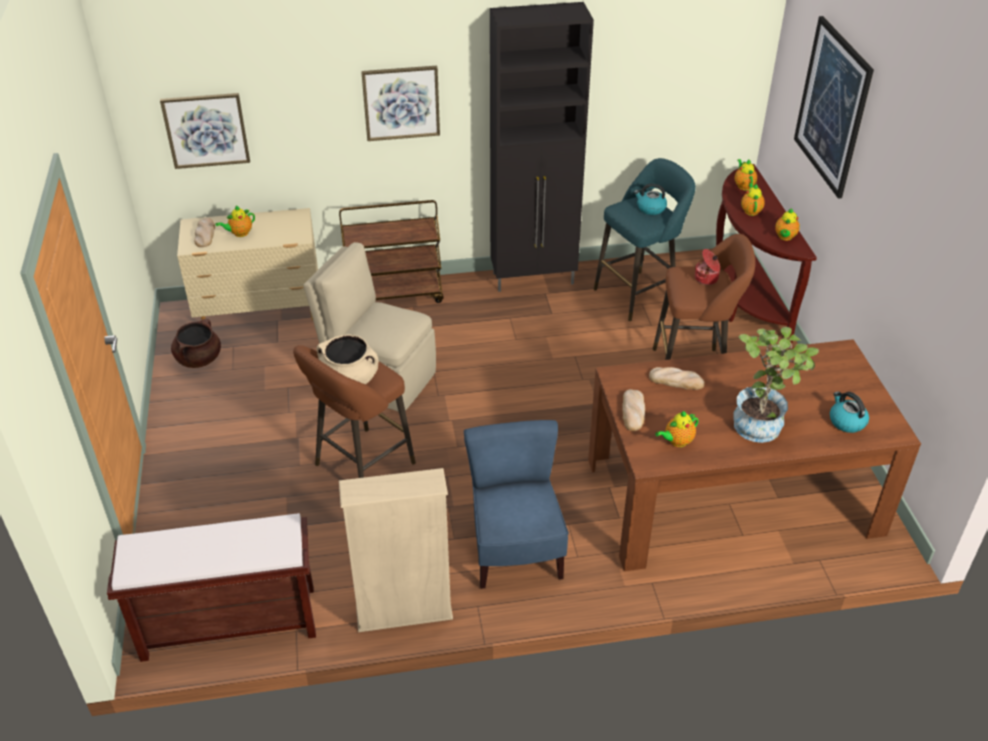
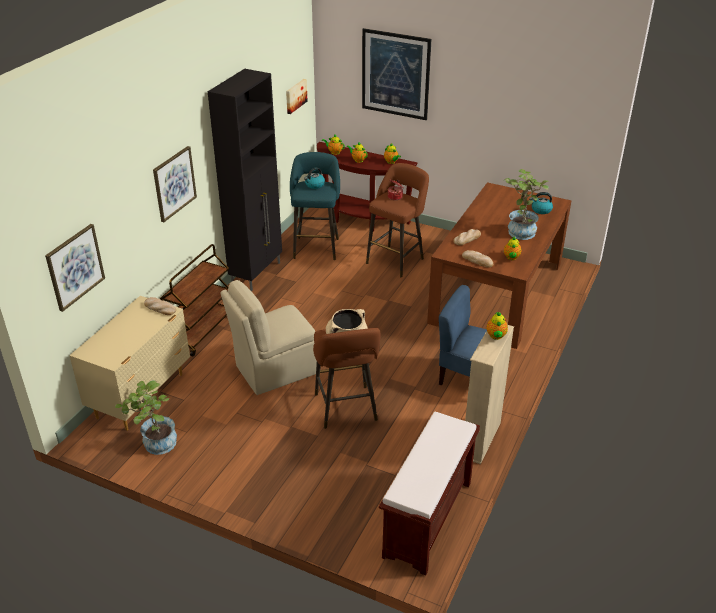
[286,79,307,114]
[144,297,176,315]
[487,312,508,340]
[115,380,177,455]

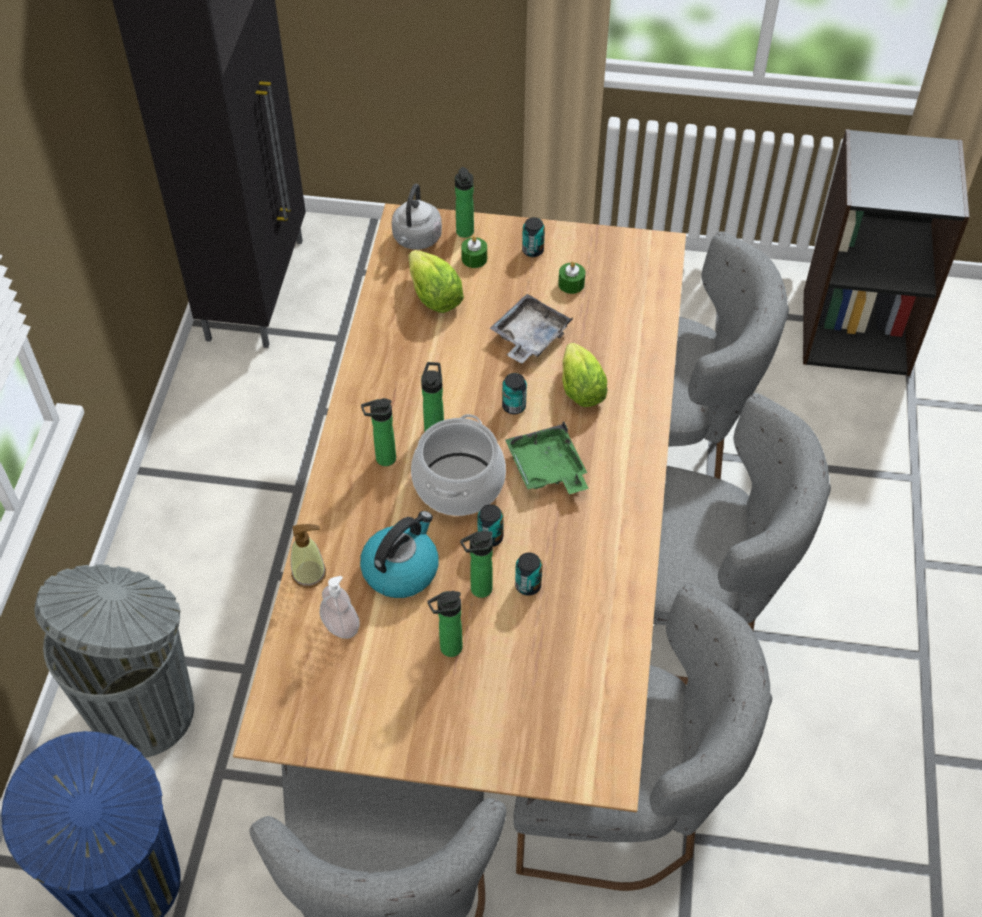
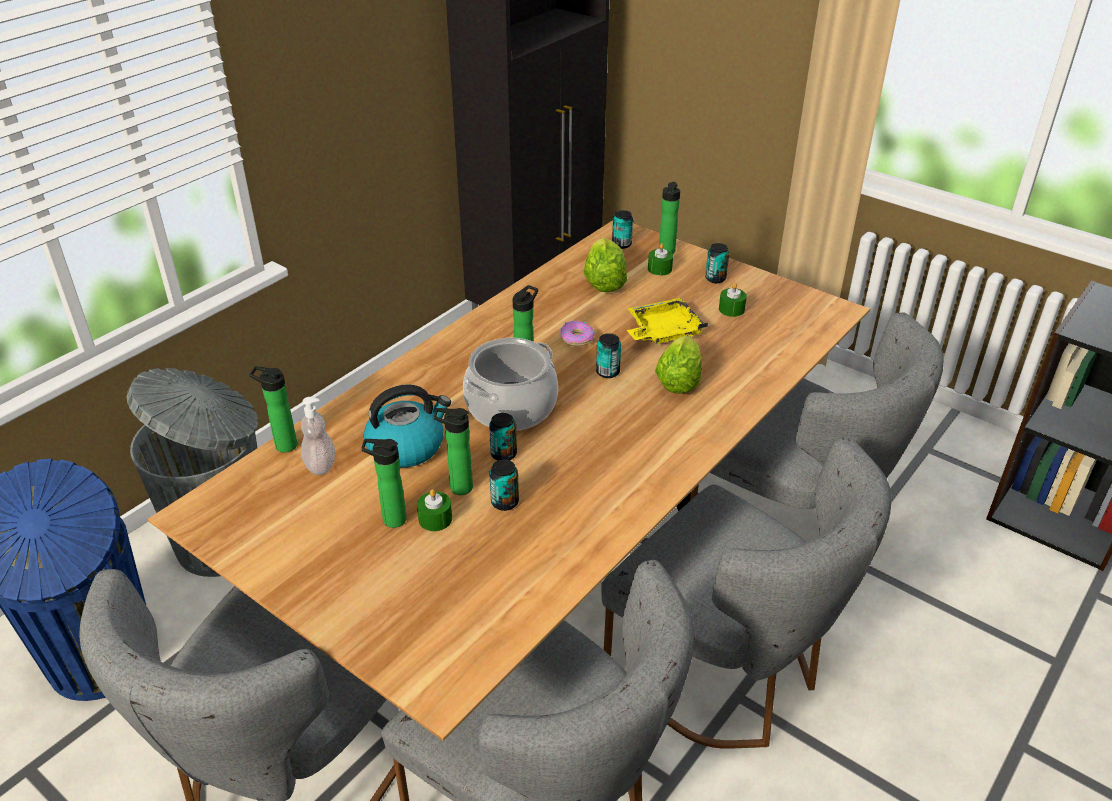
[291,524,326,588] (first image)
[505,421,589,494] (first image)
[417,489,452,531]
[560,321,595,346]
[249,366,297,453]
[612,210,633,249]
[627,298,708,344]

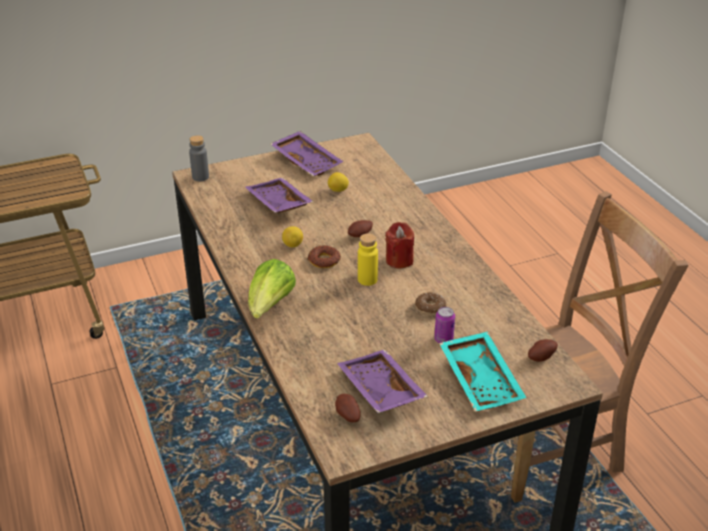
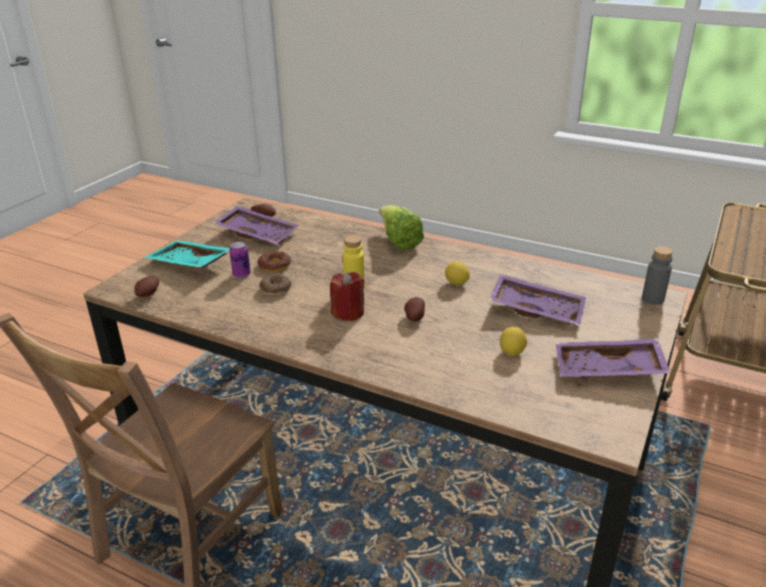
[257,251,291,272]

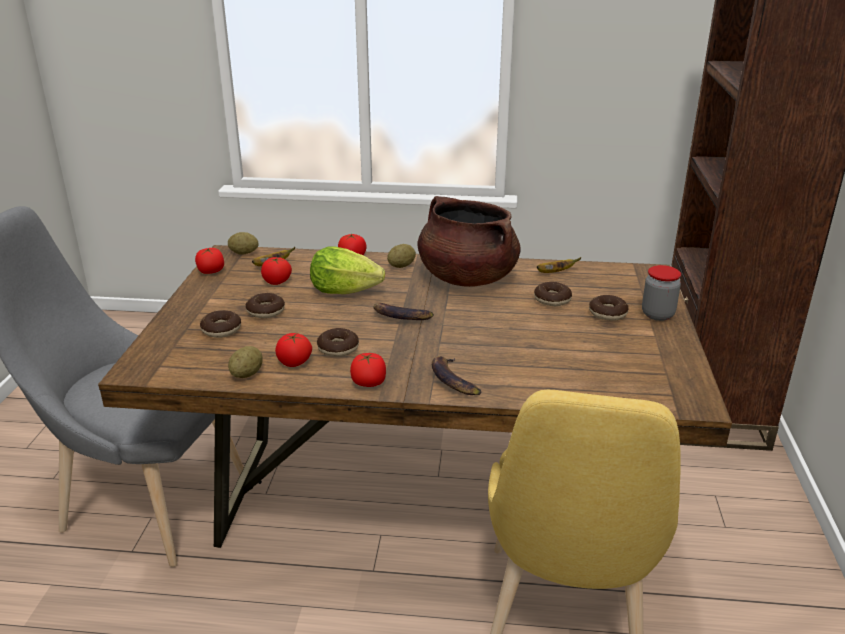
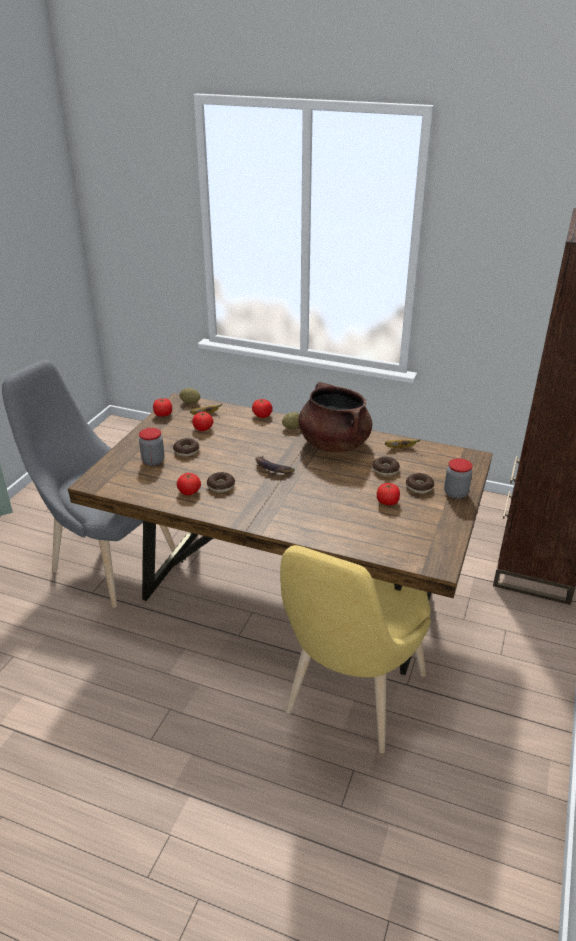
[228,346,263,378] (first image)
[310,246,385,294] (first image)
[432,356,482,395] (first image)
[377,483,400,505]
[139,428,164,466]

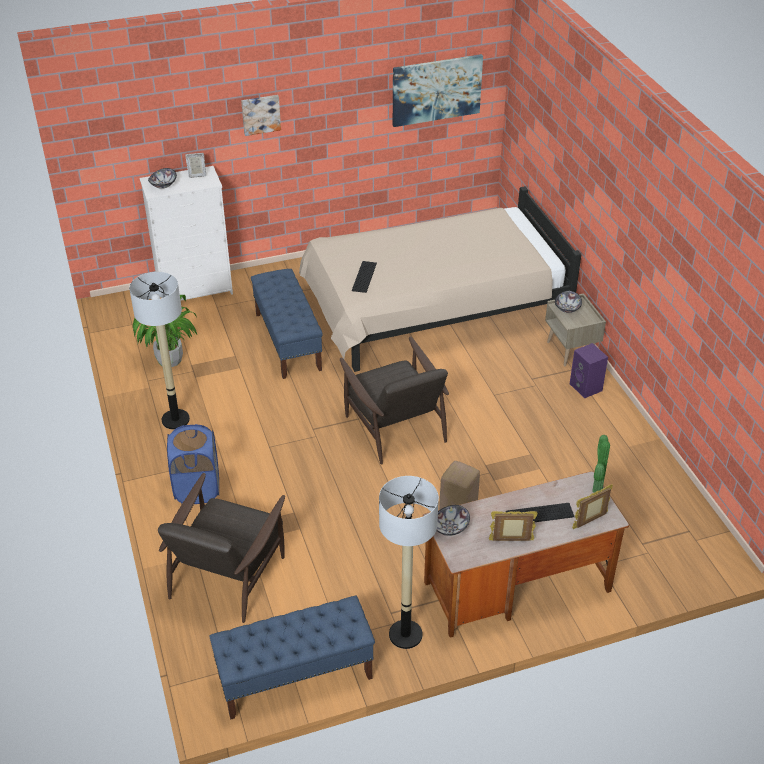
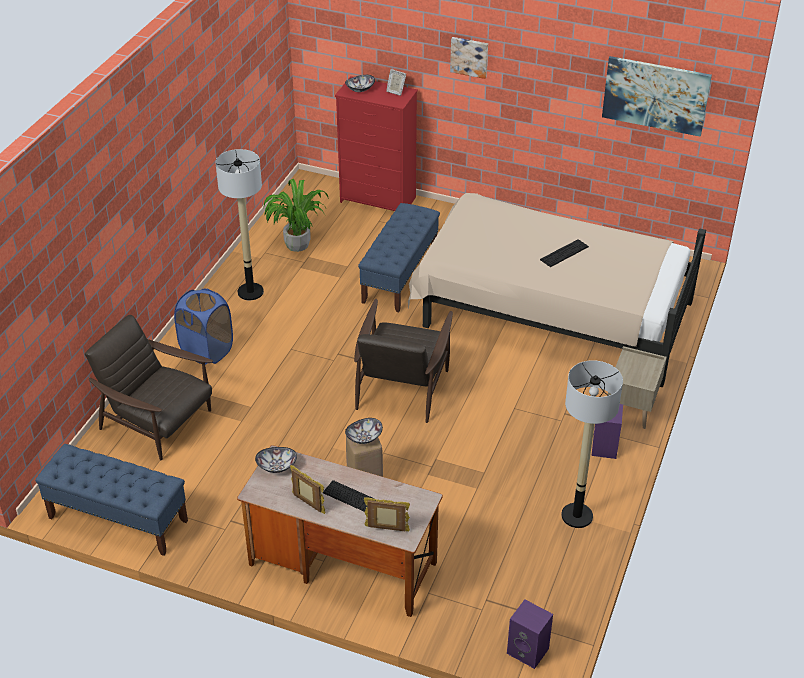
[592,435,610,493] (first image)
[507,599,553,669]
[540,239,589,267]
[561,360,623,528]
[345,418,383,444]
[335,76,418,211]
[85,315,213,460]

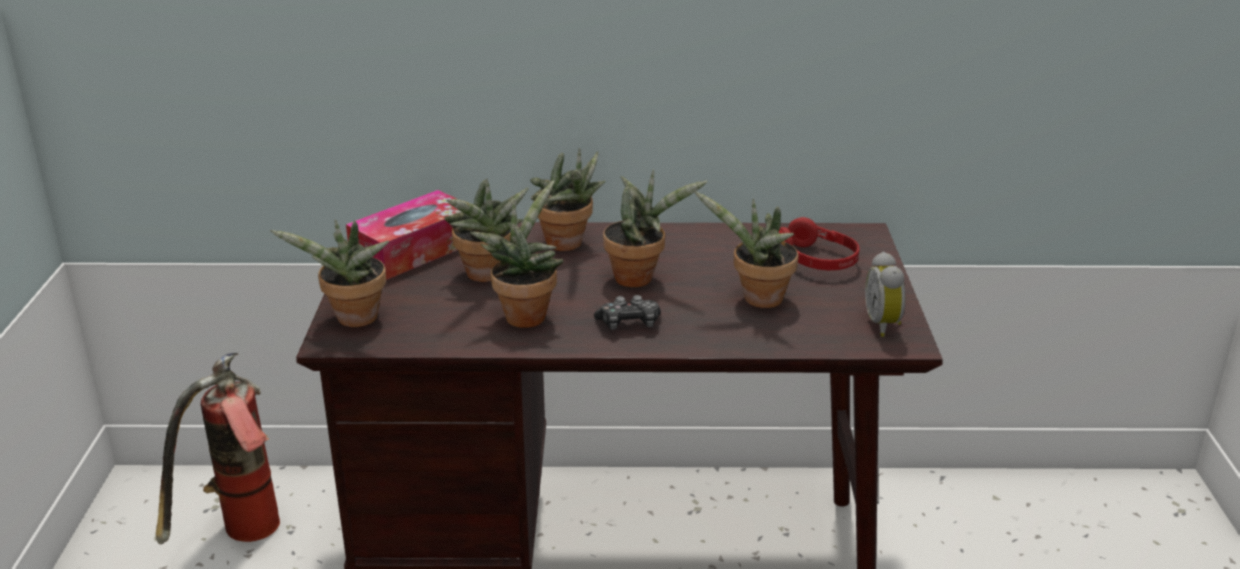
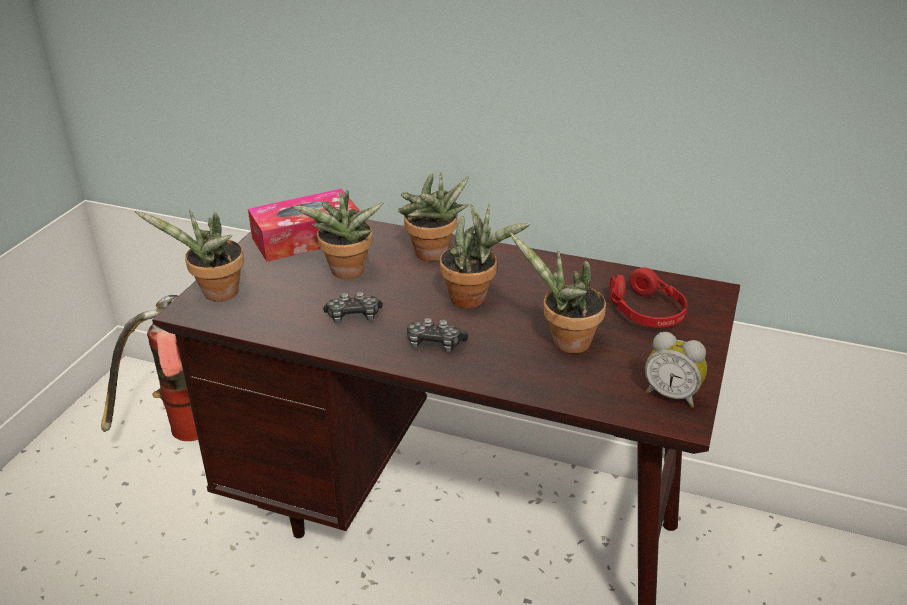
[323,291,383,323]
[645,332,707,408]

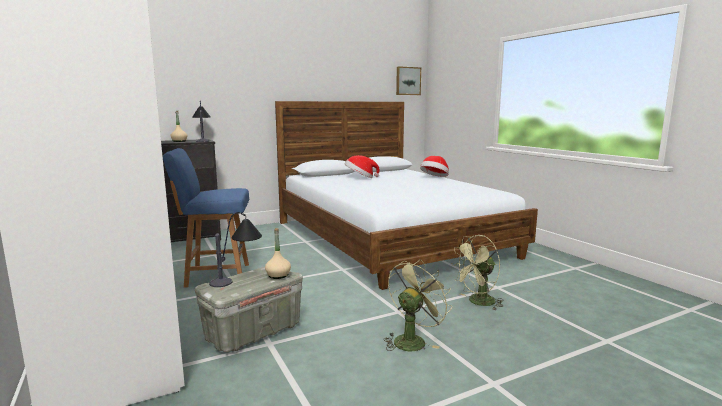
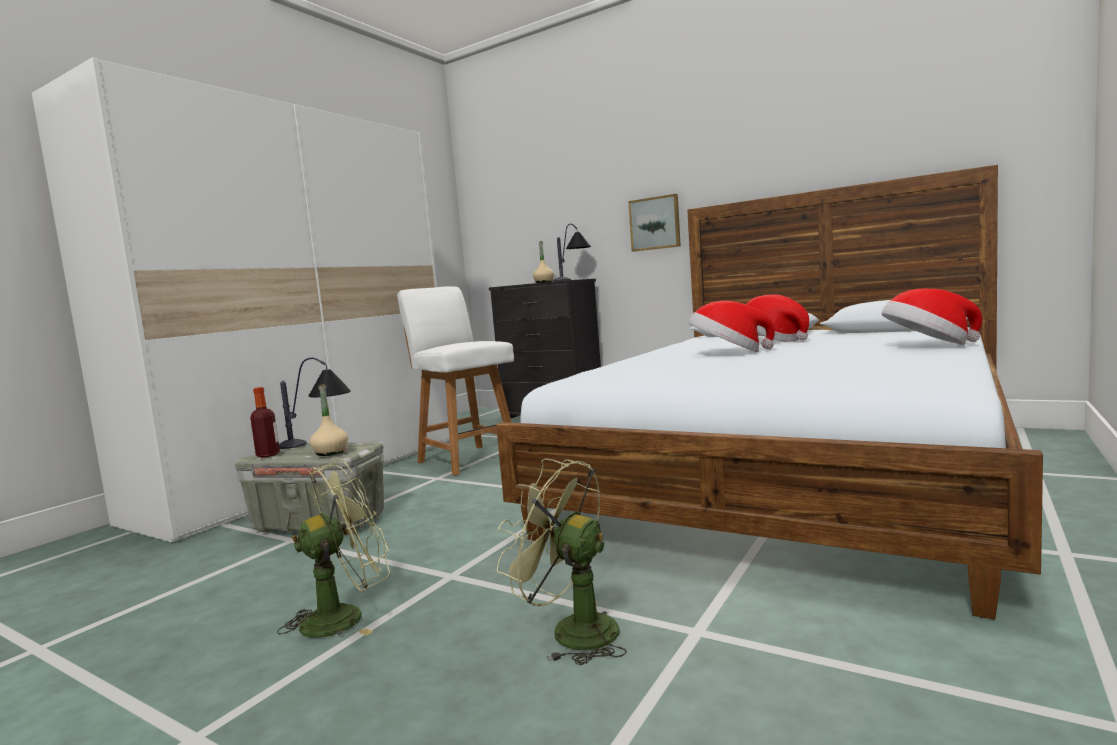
[250,387,280,457]
[689,301,775,352]
[628,194,681,252]
[397,286,514,476]
[277,460,390,638]

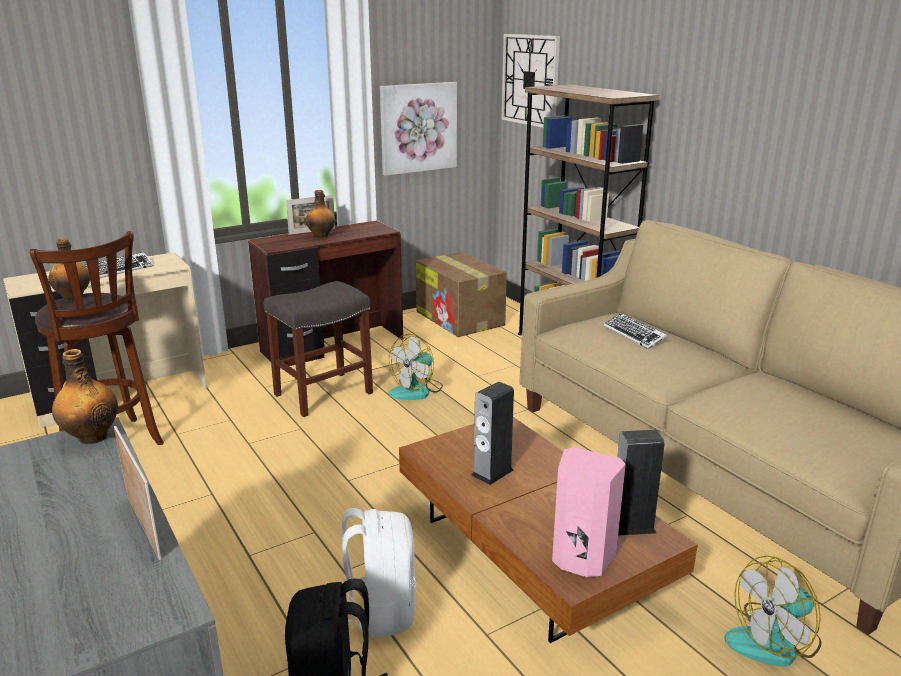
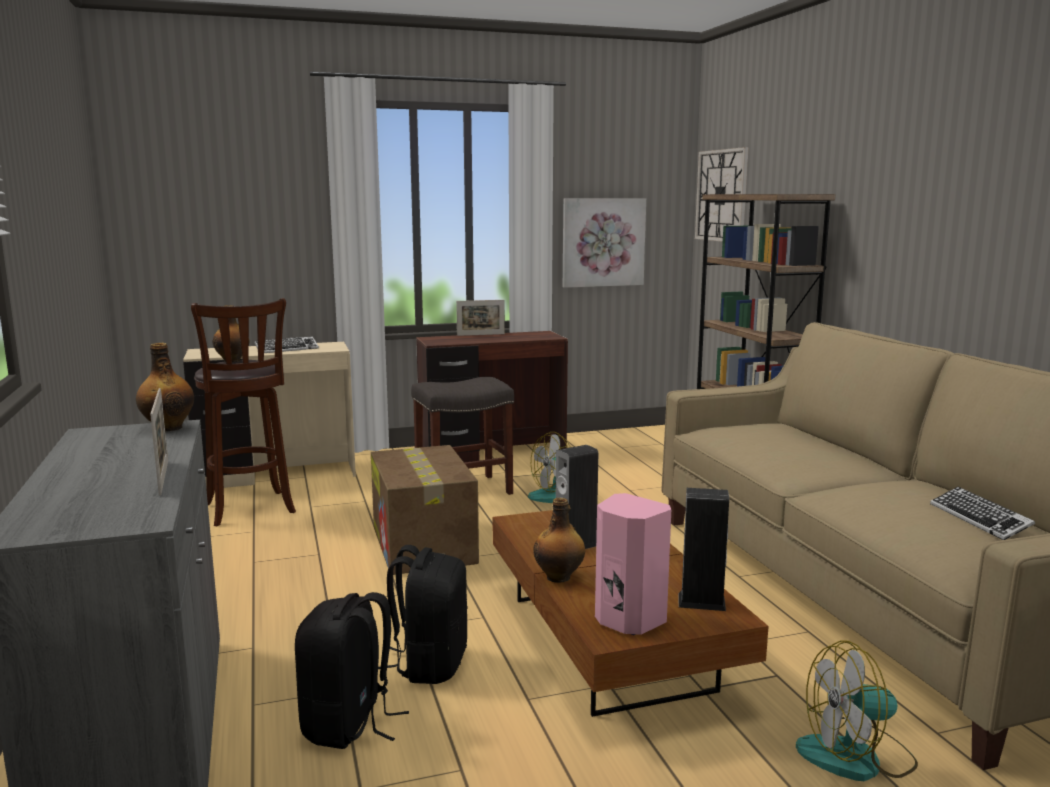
[533,498,585,583]
[371,445,479,575]
[930,487,1035,540]
[378,545,468,684]

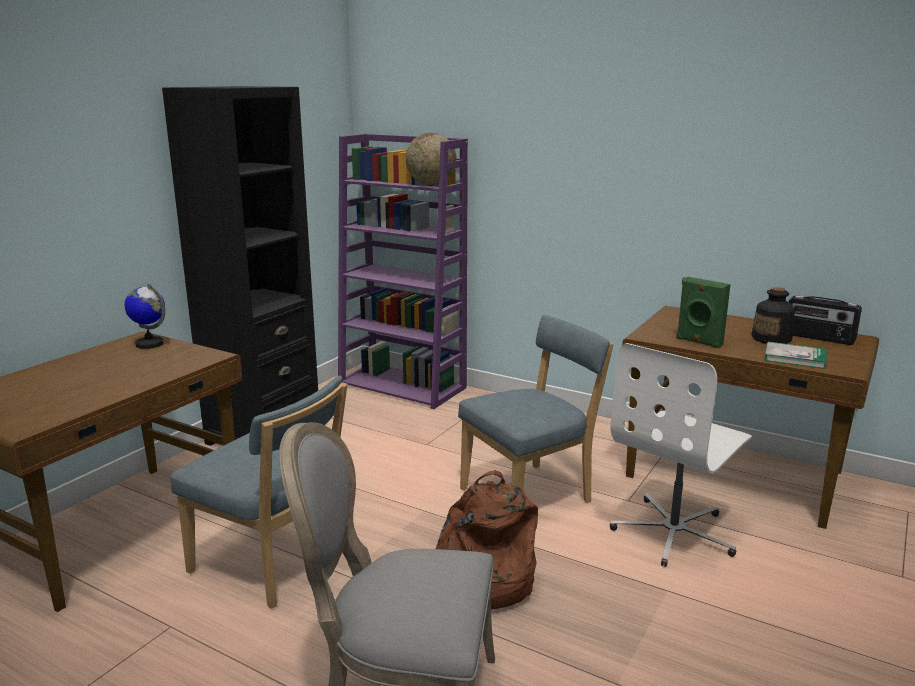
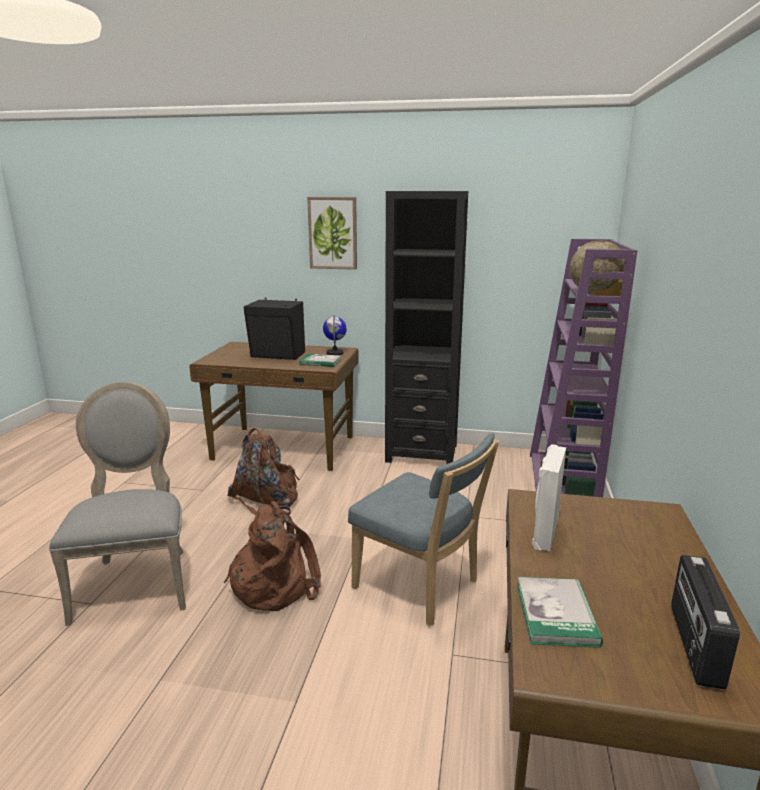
[610,343,752,567] (first image)
[751,287,795,344] (first image)
[244,298,305,360]
[299,354,341,367]
[307,197,357,270]
[227,428,300,516]
[532,444,566,551]

